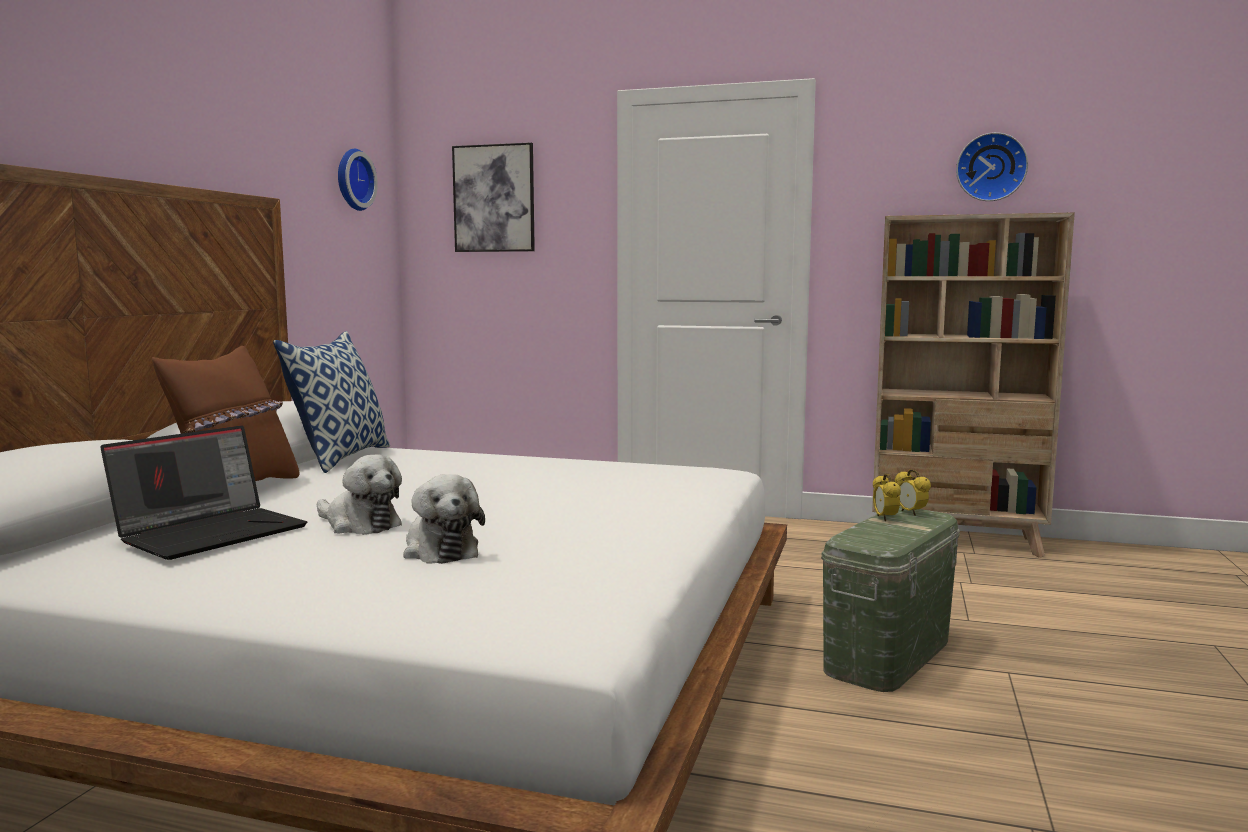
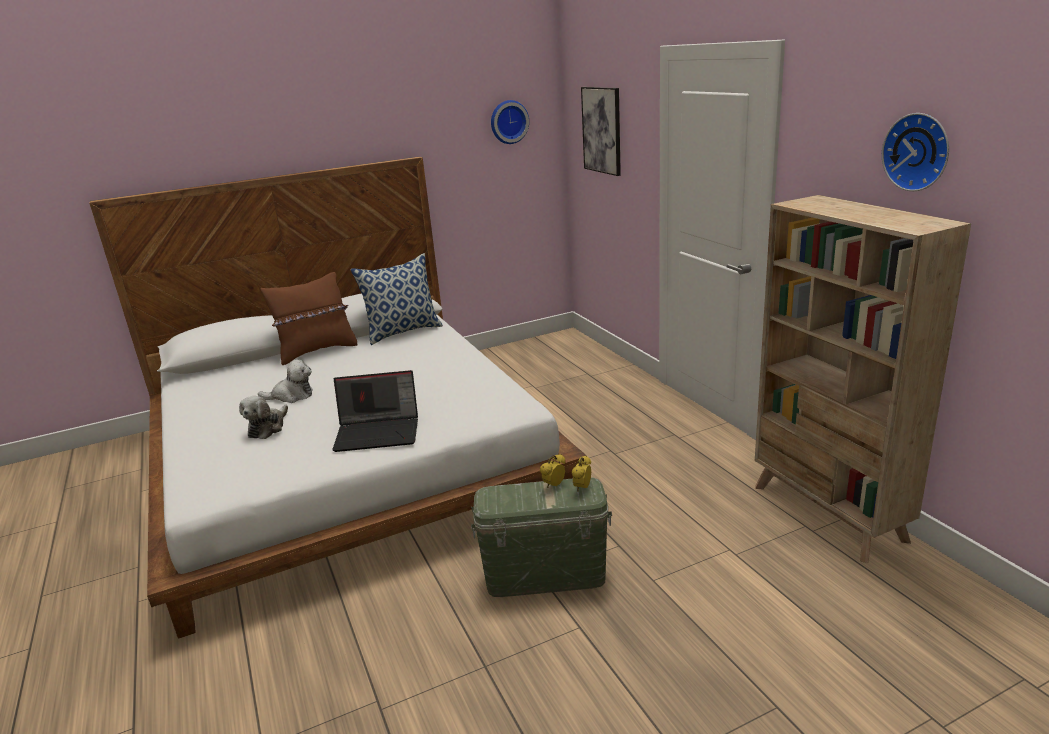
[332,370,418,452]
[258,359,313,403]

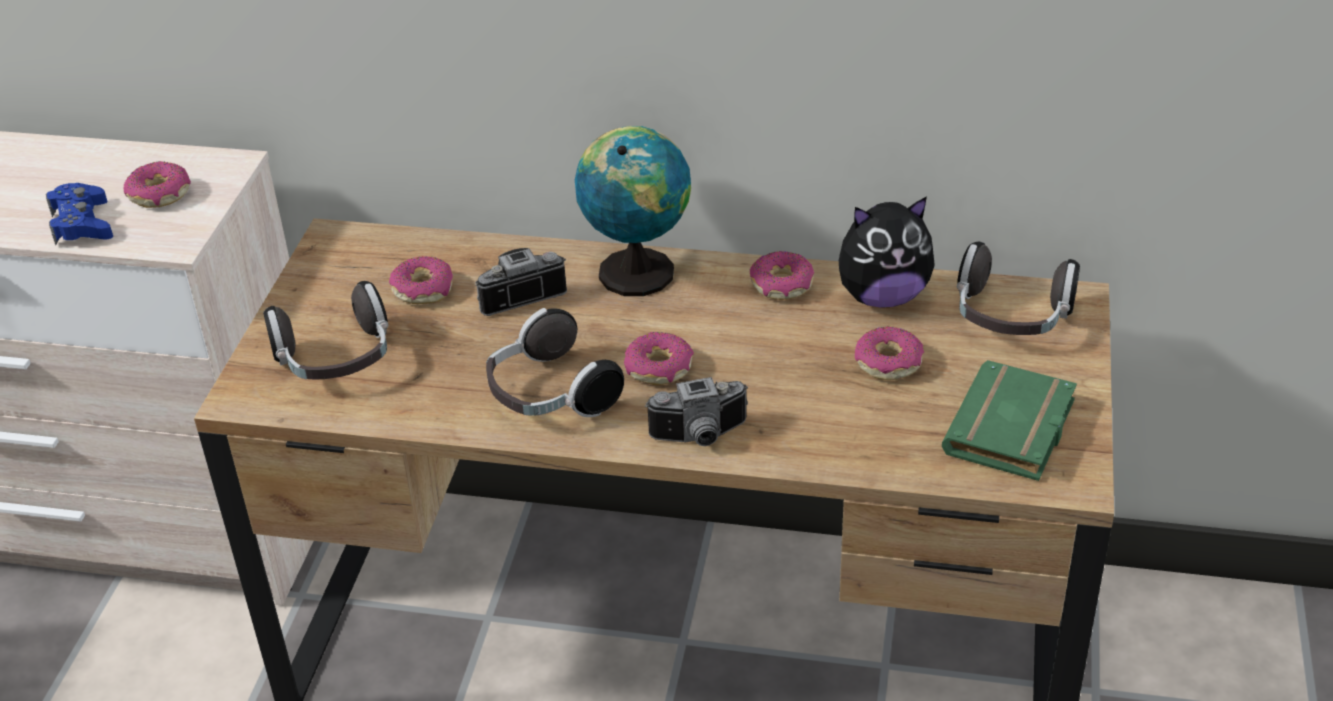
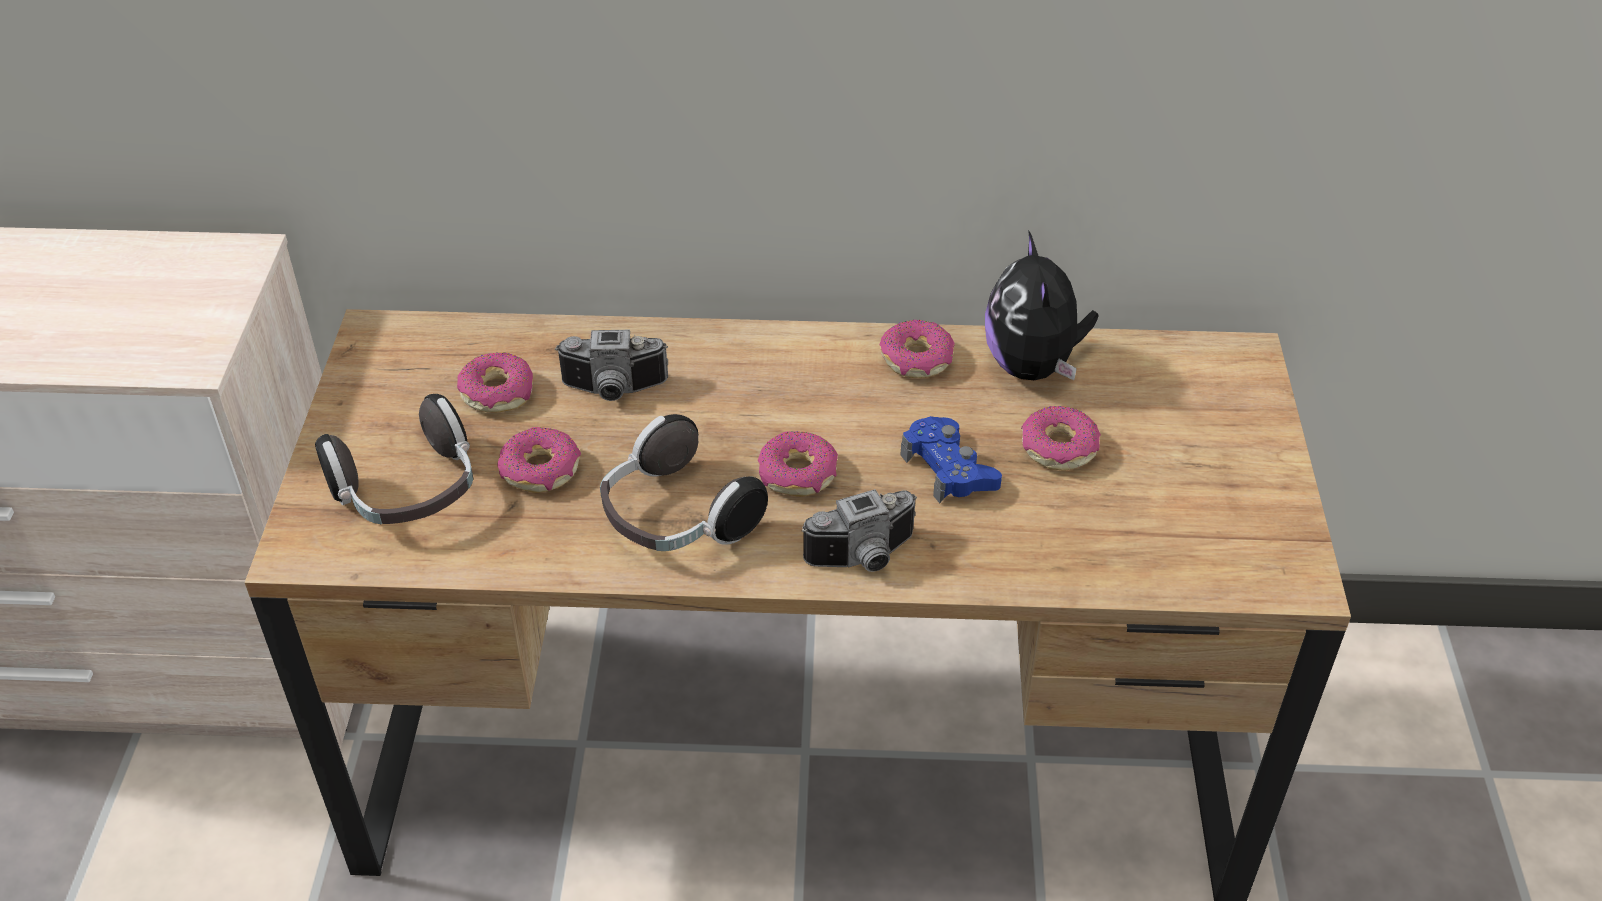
[575,126,691,296] (first image)
[942,360,1077,481] (first image)
[957,242,1080,335] (first image)
[901,416,1002,503]
[498,427,581,493]
[555,330,668,401]
[985,230,1099,380]

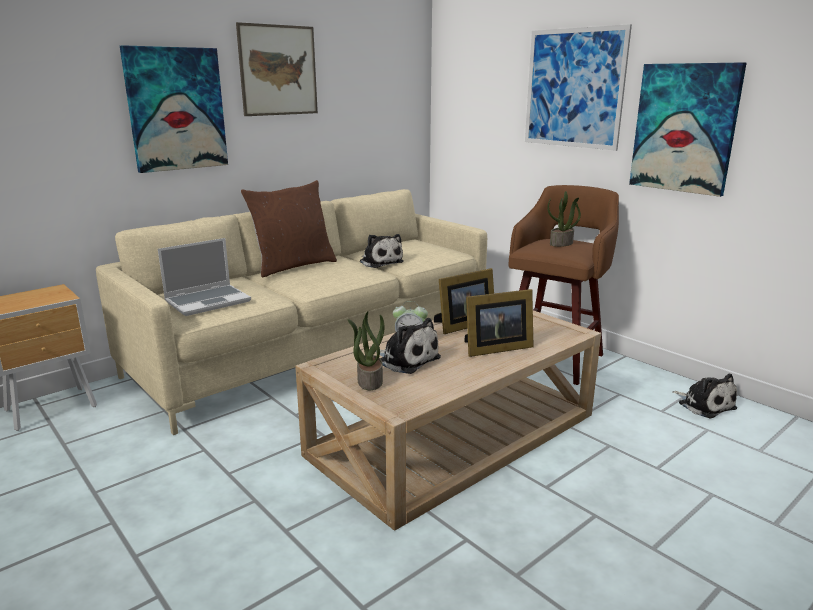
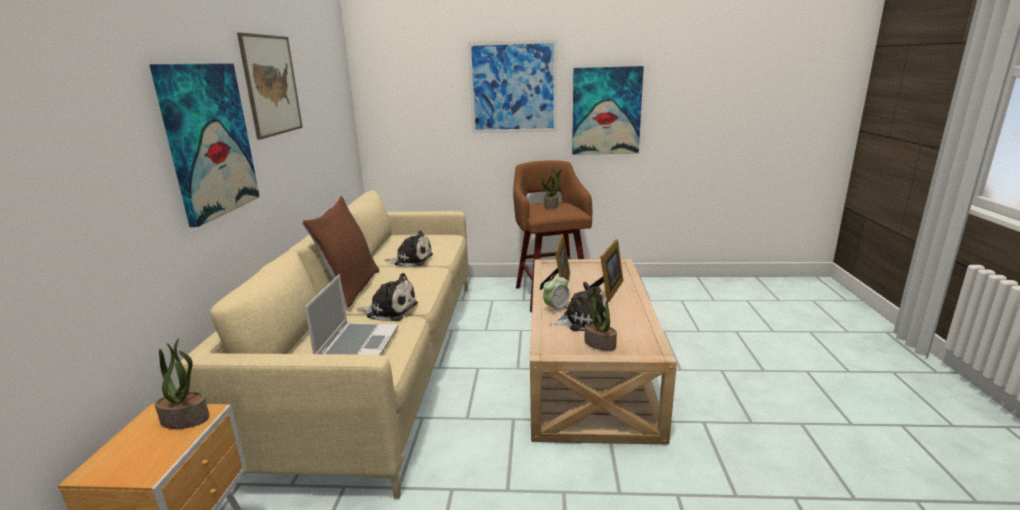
[155,338,209,429]
[357,273,418,321]

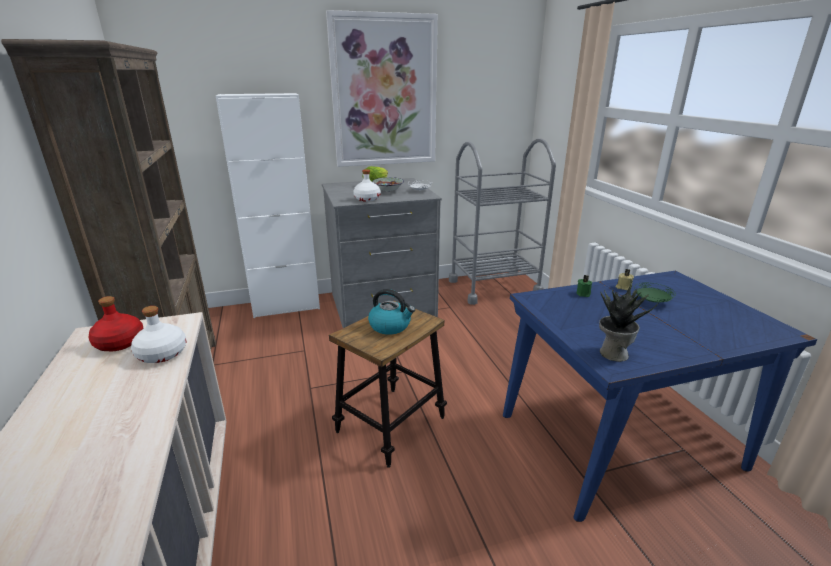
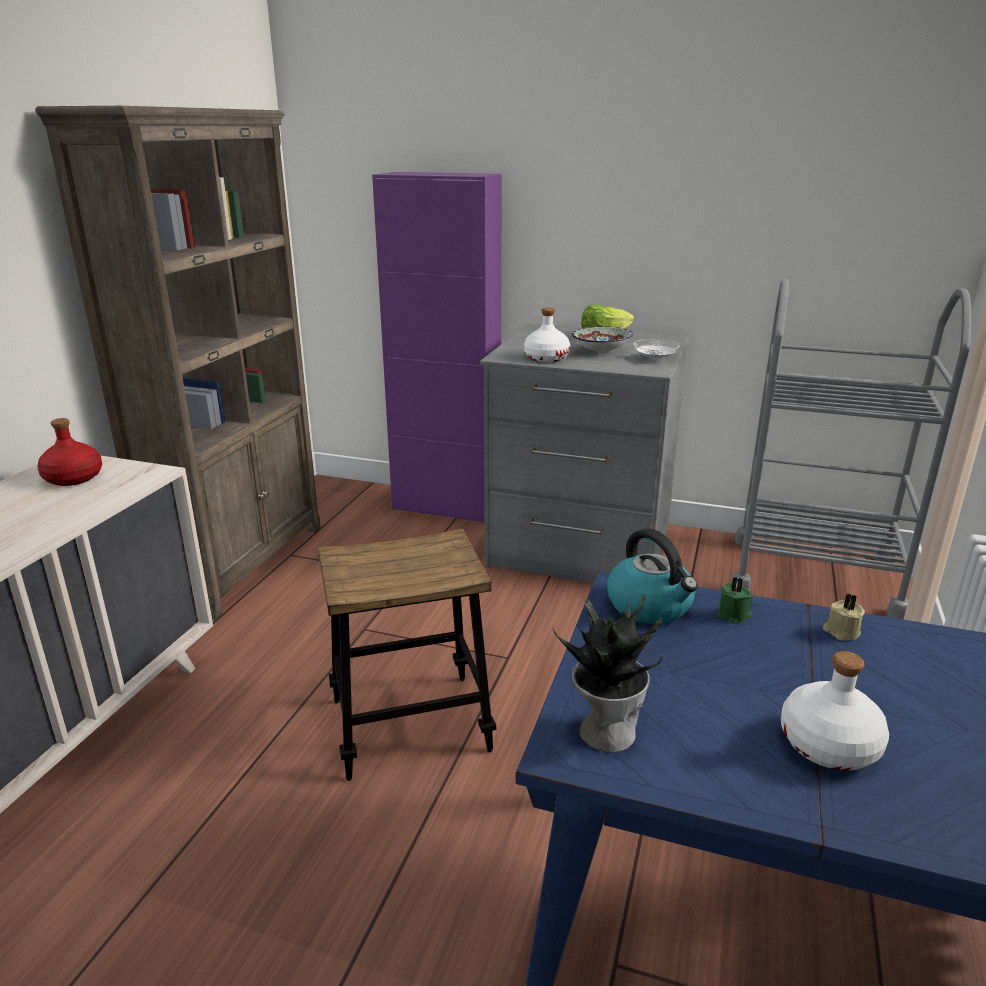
[326,10,438,167] (first image)
[634,283,676,303] (first image)
[781,651,889,771]
[607,528,698,624]
[372,172,502,524]

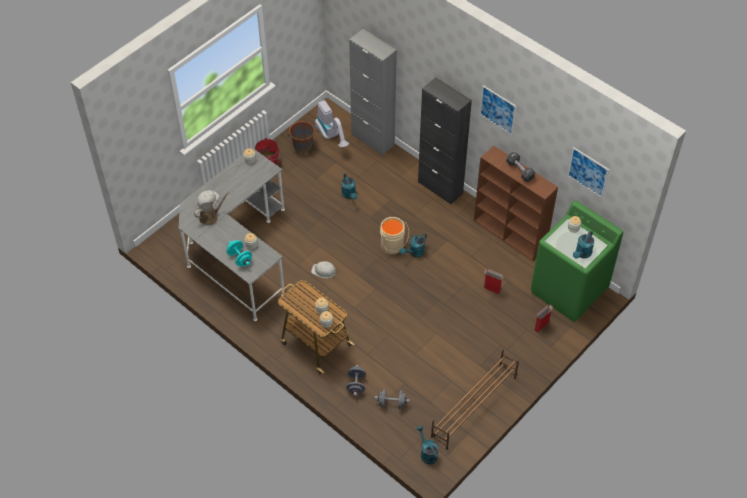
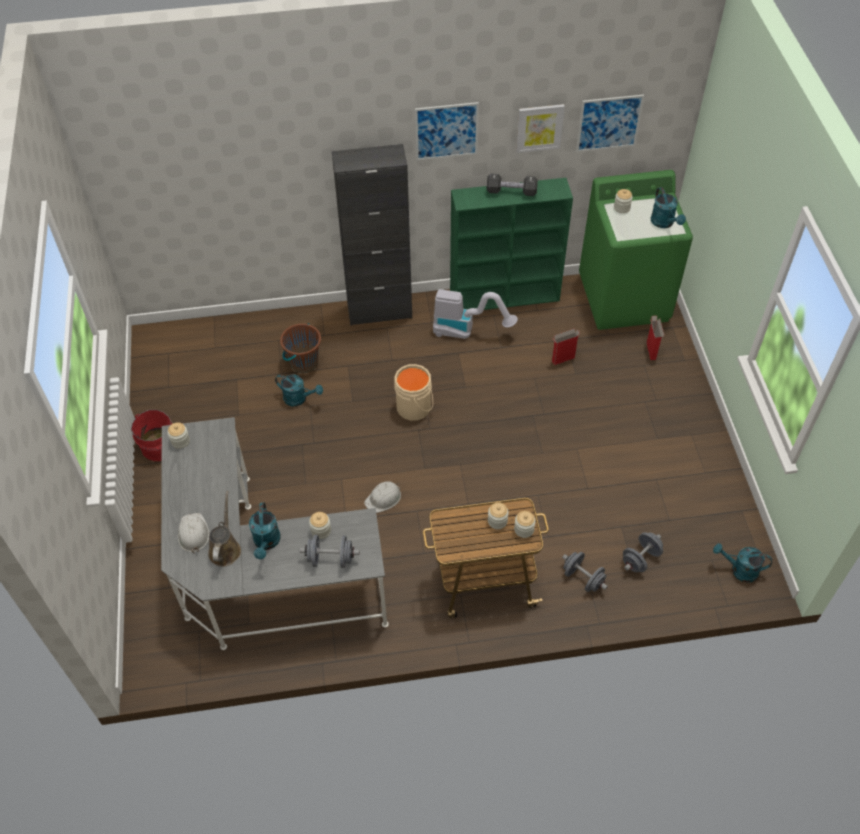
[349,29,397,155] (first image)
[431,349,519,449] (first image)
[516,104,565,153]
[280,323,321,373]
[433,289,518,339]
[249,502,281,559]
[300,535,360,568]
[450,178,573,310]

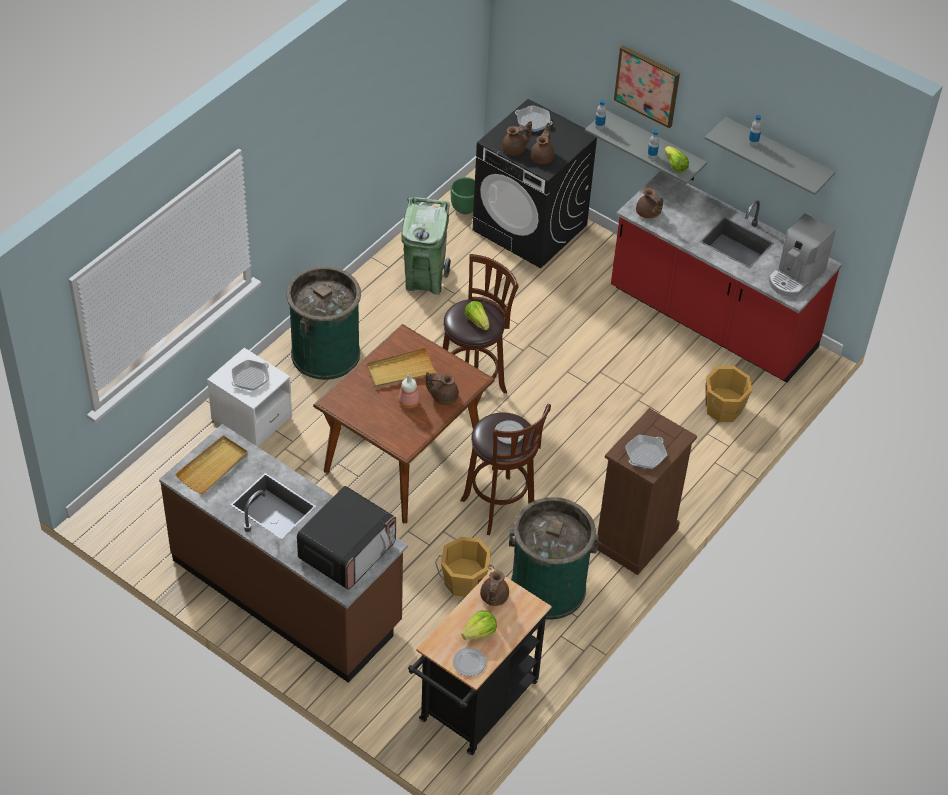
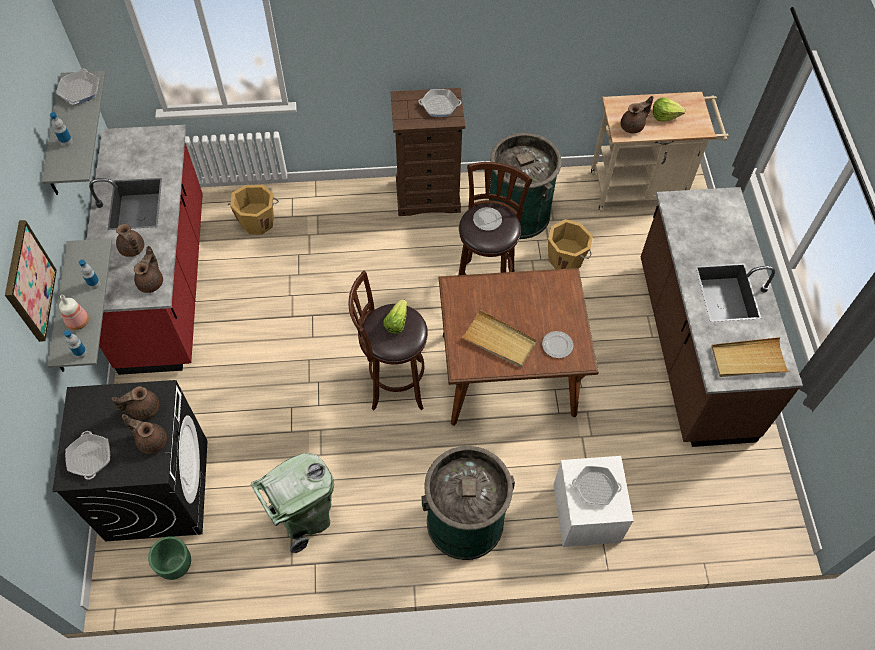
[297,486,396,590] (first image)
[665,146,689,173] (first image)
[768,213,836,297] (first image)
[56,69,99,105]
[59,295,89,330]
[116,224,144,257]
[542,331,573,358]
[591,92,729,212]

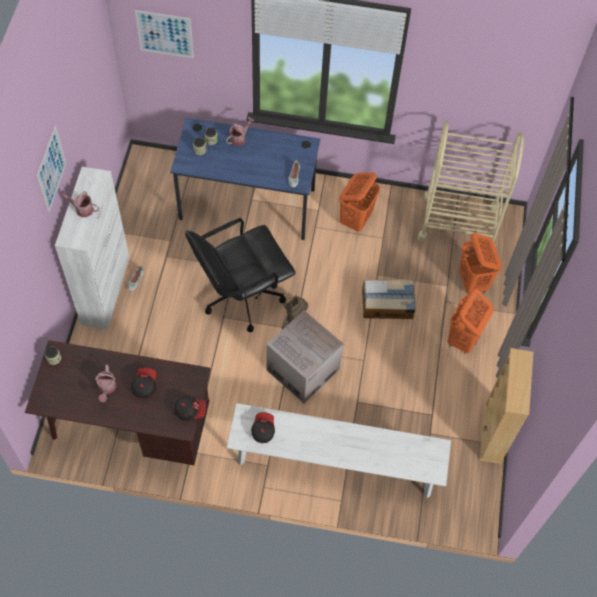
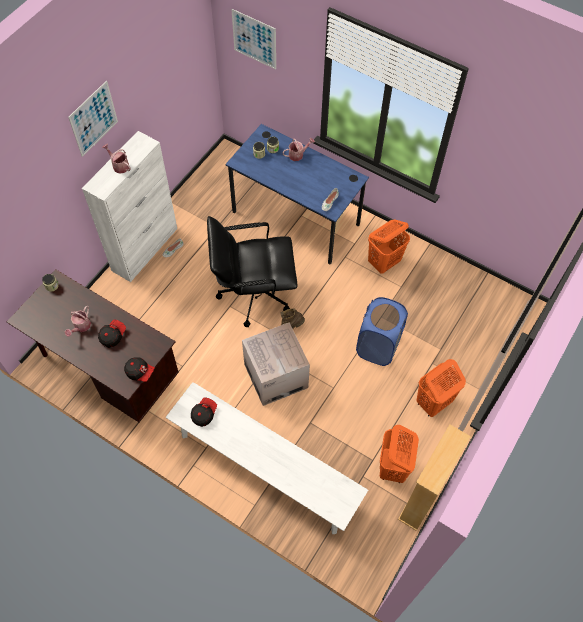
[418,120,524,247] (first image)
[380,425,419,483]
[356,297,408,366]

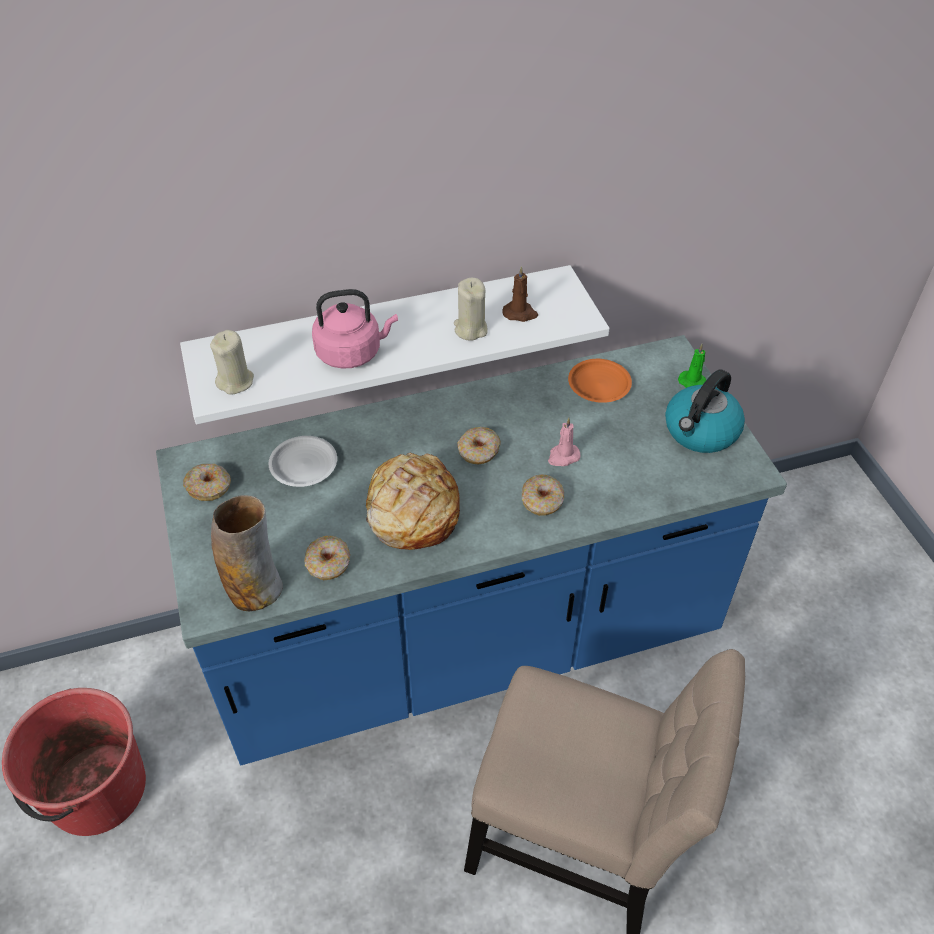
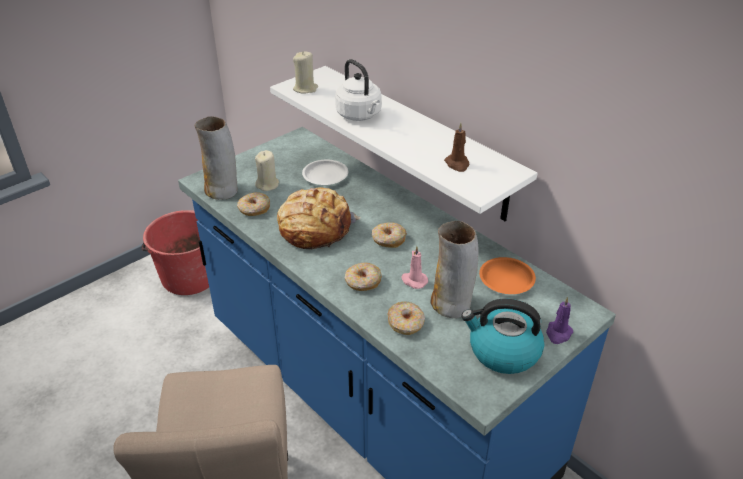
[431,221,479,318]
[388,301,425,335]
[255,150,279,191]
[335,59,382,121]
[546,297,573,344]

